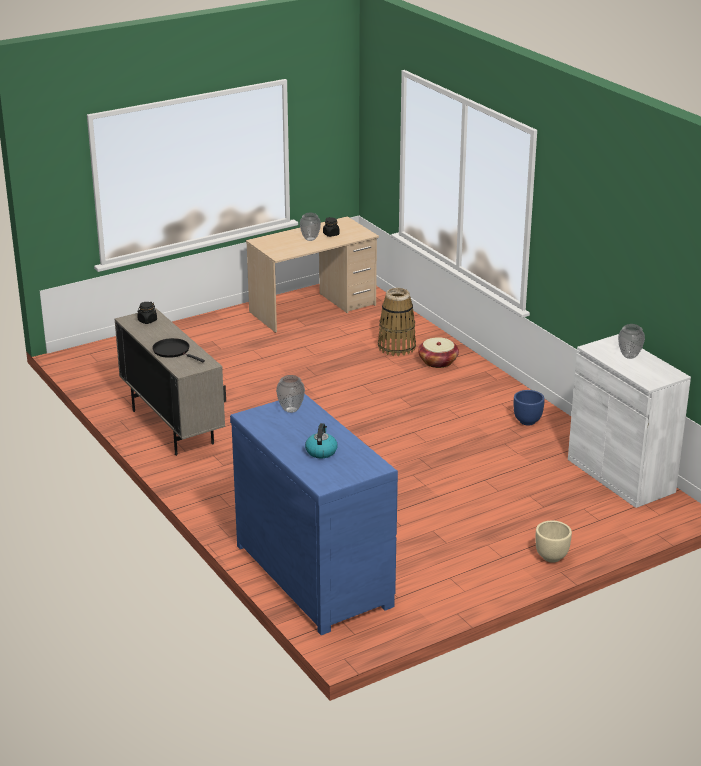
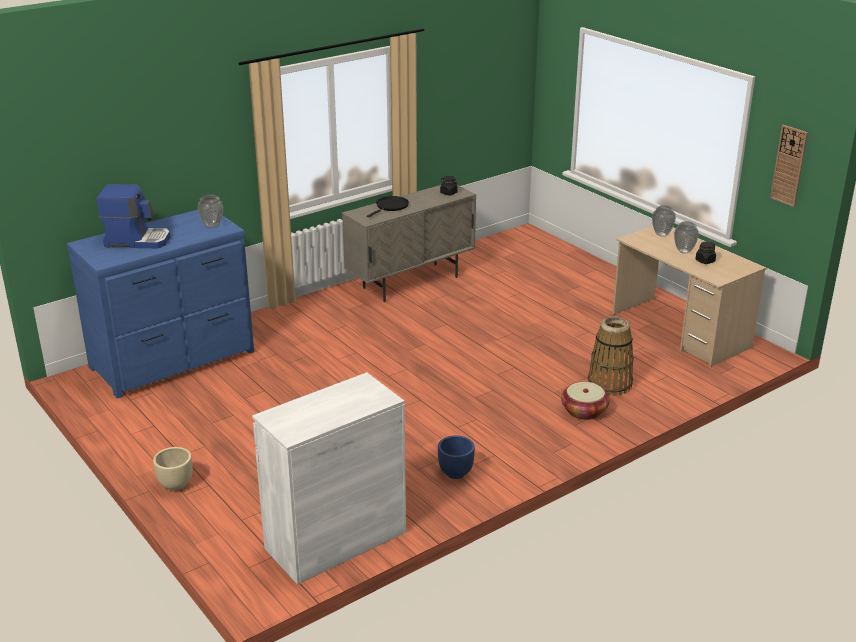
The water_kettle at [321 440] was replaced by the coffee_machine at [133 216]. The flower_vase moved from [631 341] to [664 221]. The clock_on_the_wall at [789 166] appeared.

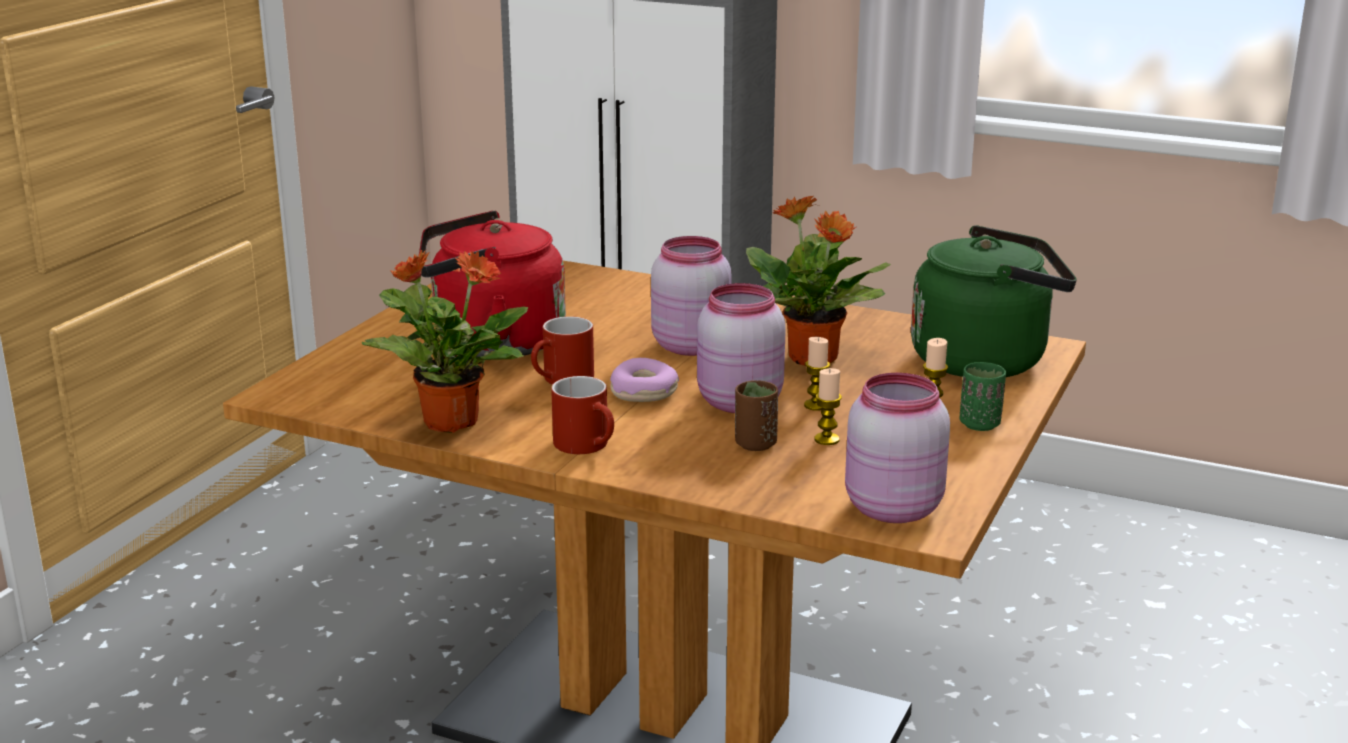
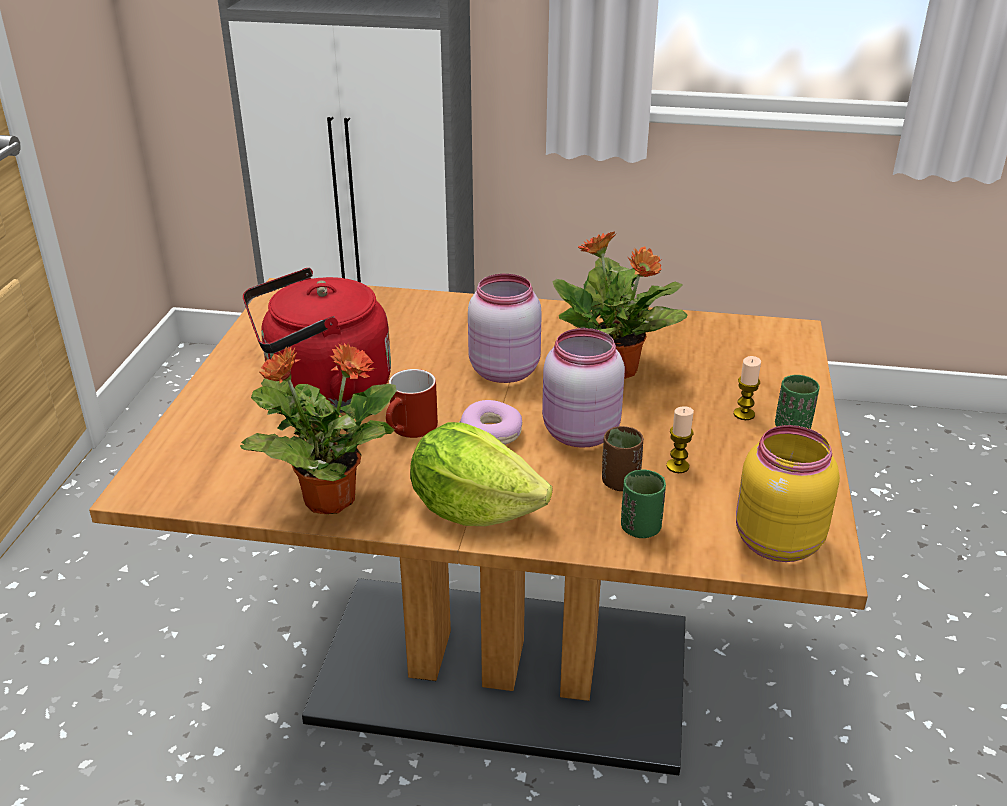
The red_tea_mug at [582 415] was replaced by the head_of_lettuce at [481 474]. The green_drinking_cup at [643 503] appeared. The pink-coloured_preserve_jar at [897 448] became the yellow-coloured_preserve_jar at [788 493]. The wax_light at [817 374] disappeared. The green_water_kettle at [994 301] disappeared.

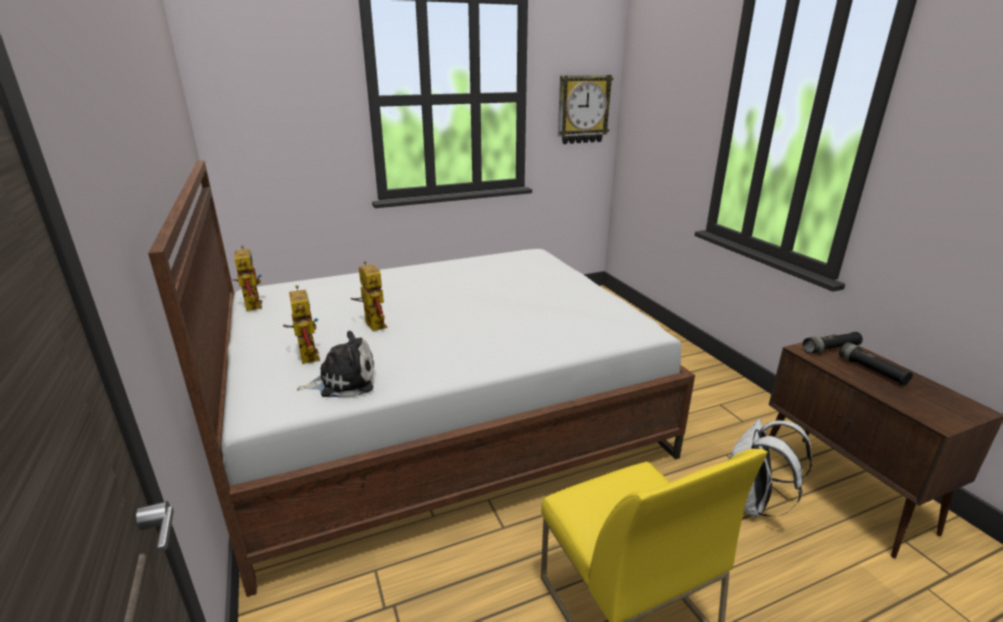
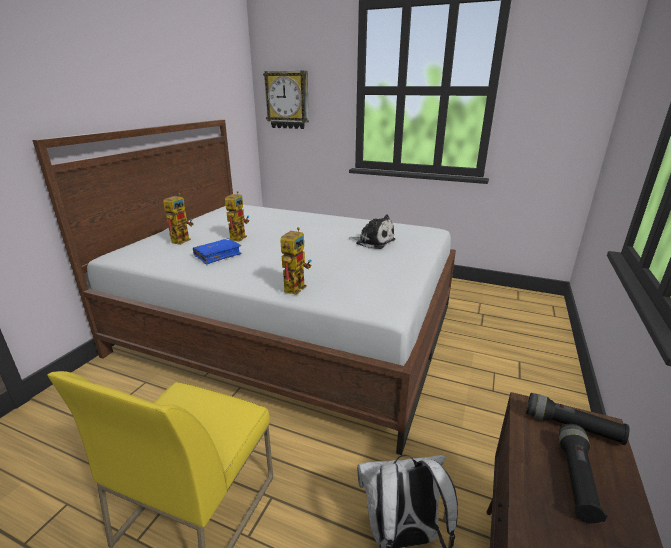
The bluish_bound_book at [217 251] appeared. The clock_on_the_wall moved from [585 109] to [286 100]. The toy_robot moved from [247 278] to [295 261]. The cuddly_toy moved from [335 364] to [372 231].

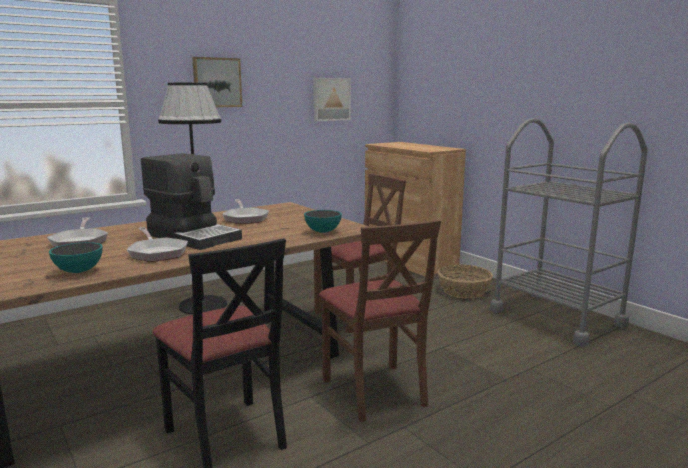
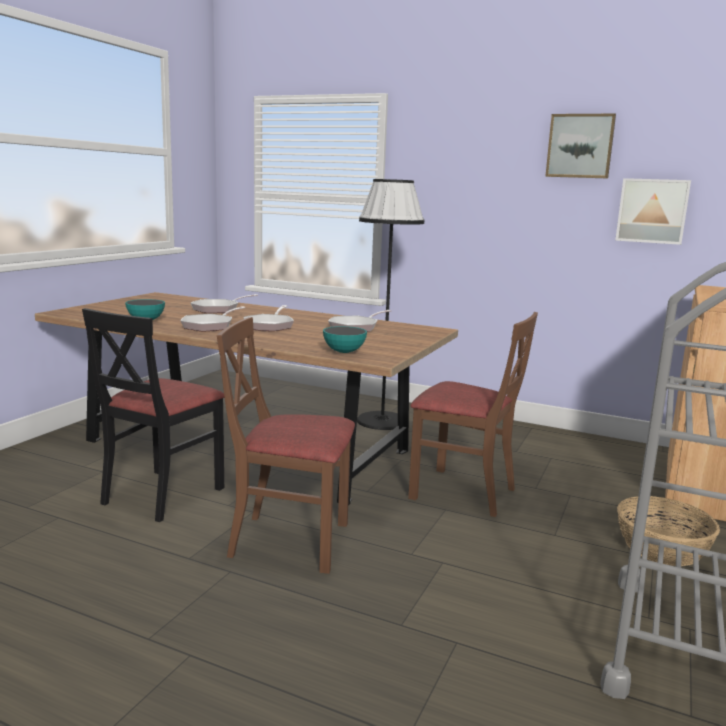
The brown-coloured_chair at [380 321] turned 60 degrees clockwise. The coffee_machine at [191 201] was replaced by the skillet at [268 318]. The wall_picture moved from [217 82] to [580 146].

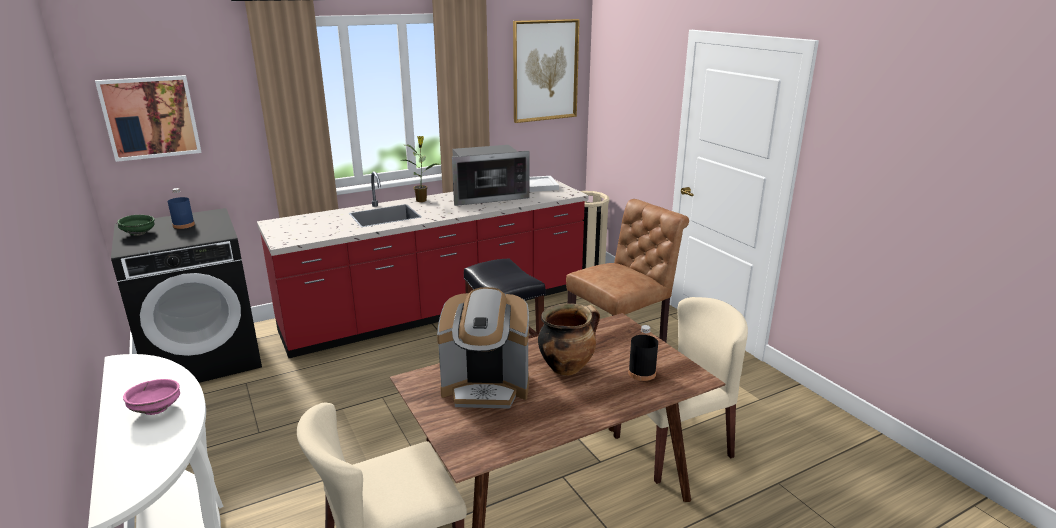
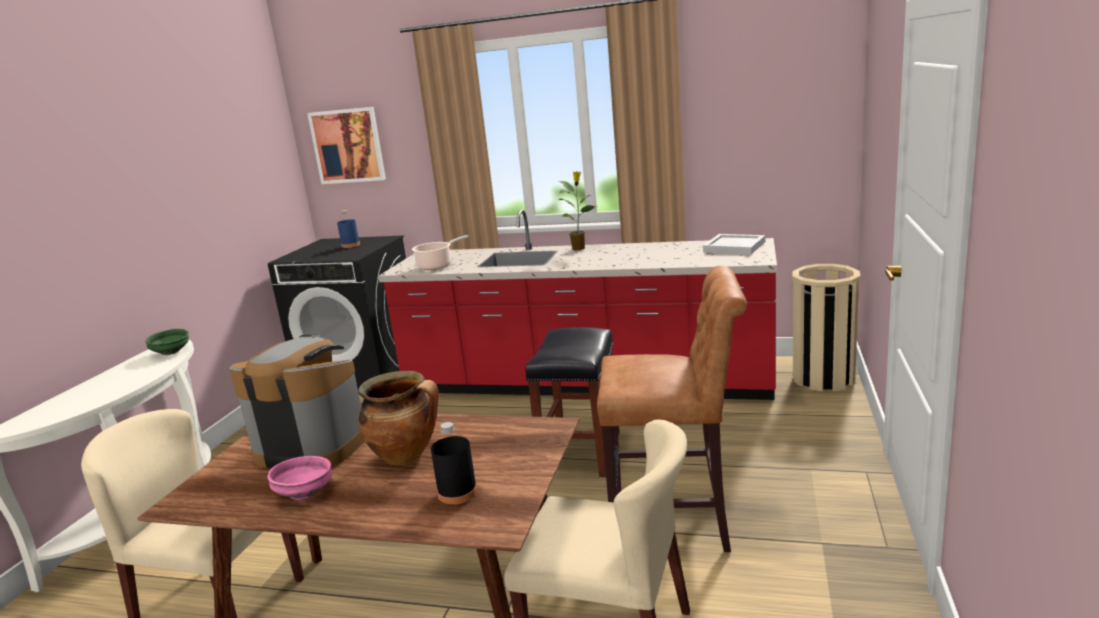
The green_deep_dish moved from [136 225] to [167 342]. The coffee_machine at [483 348] turned 150 degrees clockwise. The pink-coloured_deep_dish moved from [151 397] to [300 478]. The cooking_pot at [440 252] appeared. The kitchen_microwave at [491 175] disappeared. The wall_picture at [546 71] disappeared.

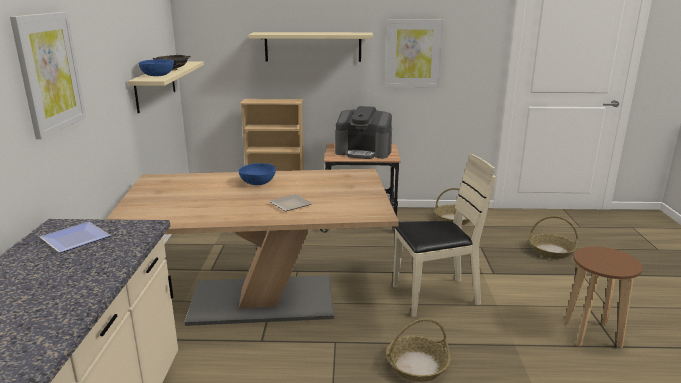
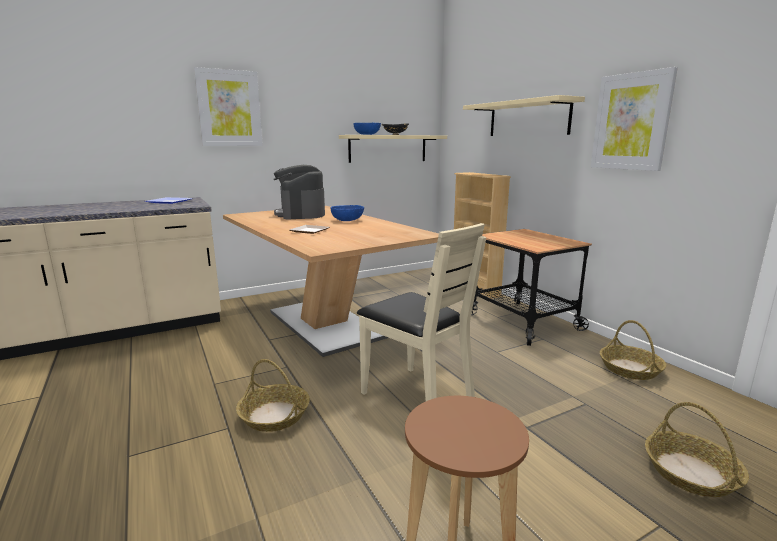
The coffee_machine moved from [363 132] to [299 192].

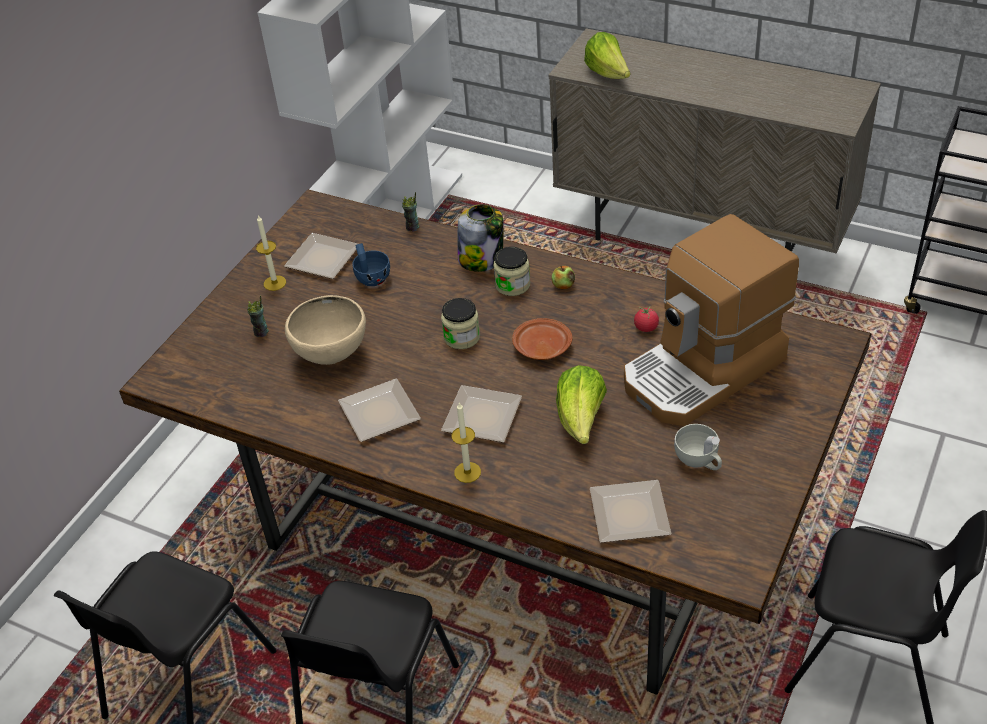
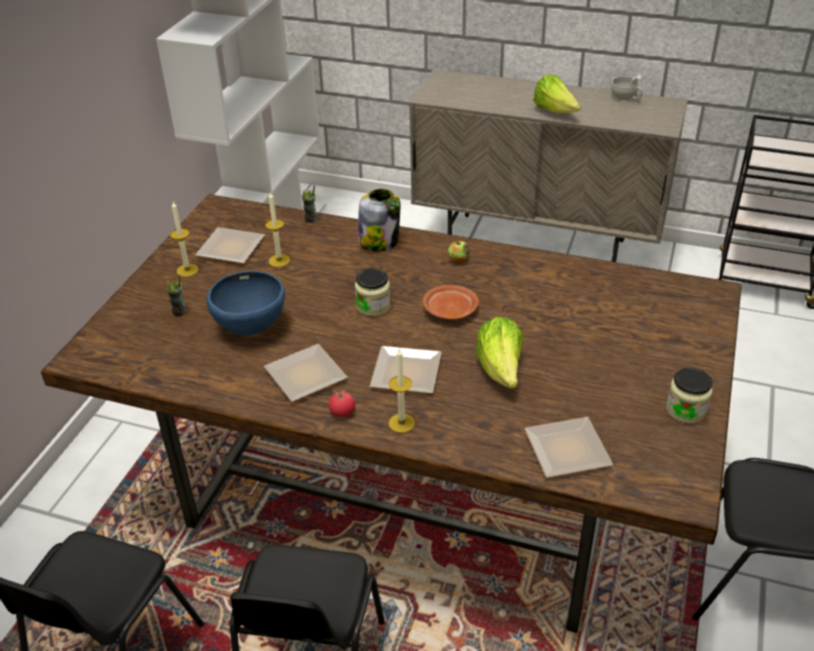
The beige_deep_dish at [325 330] became the bluish_deep_dish at [246 303]. The bluish_drinking_cup at [371 264] was replaced by the wax_light at [277 229]. The fresh_tomato moved from [646 319] to [342 403]. The head_of_lettuce moved from [607 55] to [557 94]. The white-coloured_drinking_cup moved from [698 447] to [627 87]. The preserve_jar moved from [511 271] to [689 395]. The coffee_machine at [711 320] disappeared.

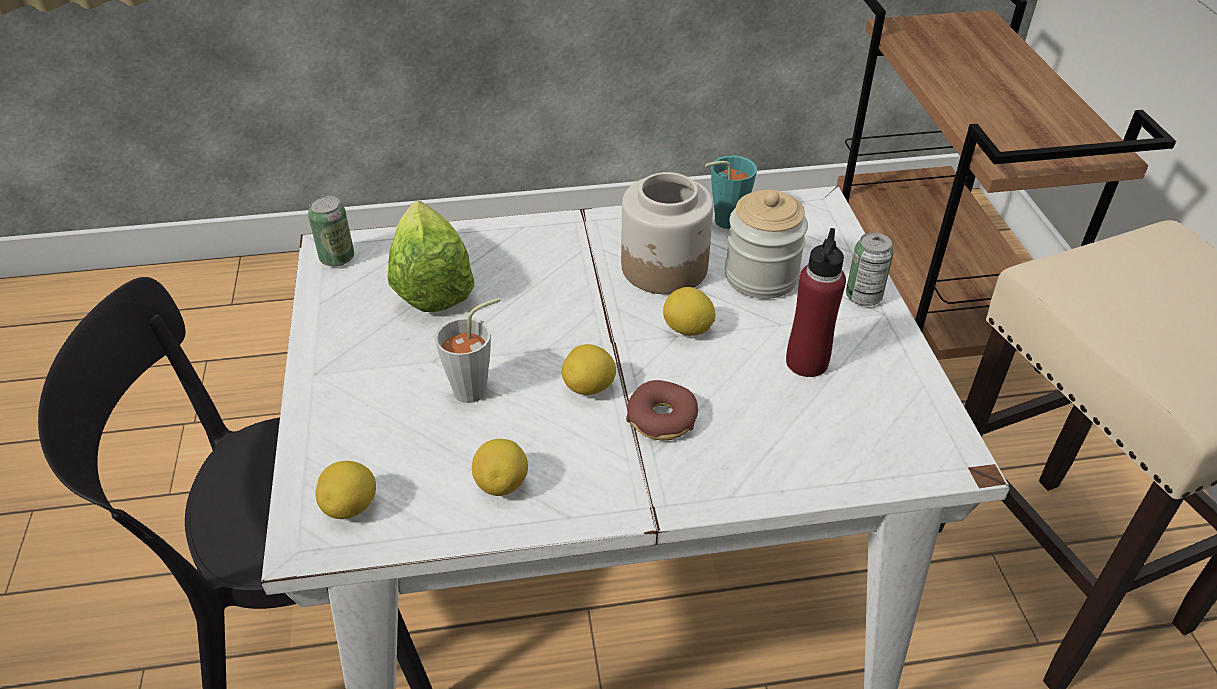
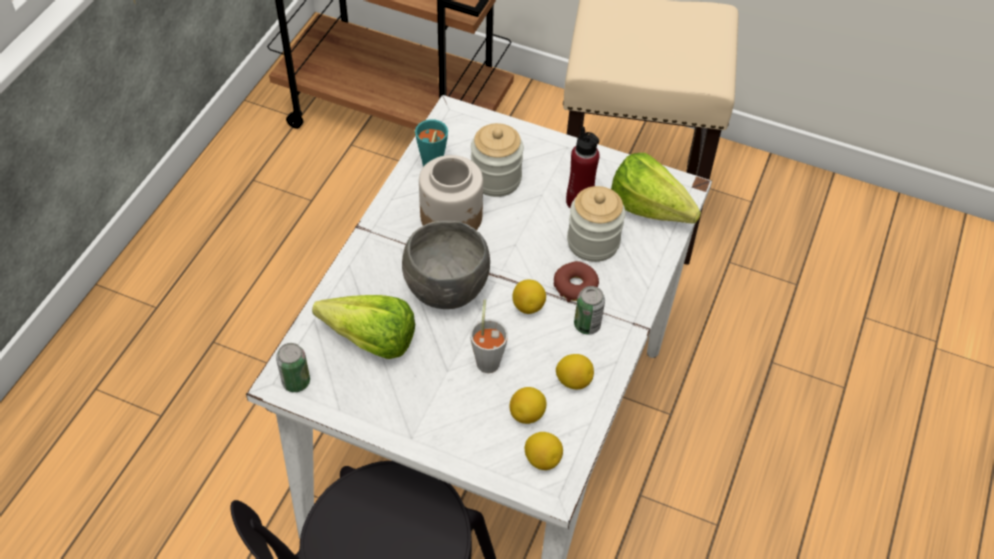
The grey_deep_dish at [446 265] appeared. The whole_lemon moved from [689 311] to [528 405]. The preserve_jar at [596 224] appeared. The can moved from [870 269] to [589 310]. The head_of_lettuce at [656 188] appeared.

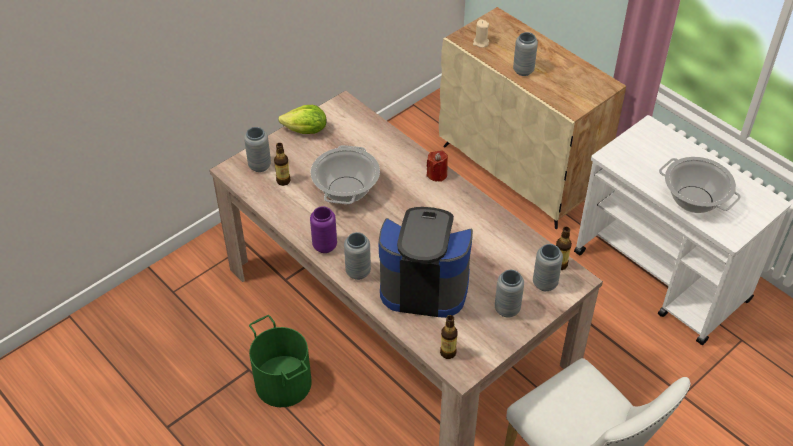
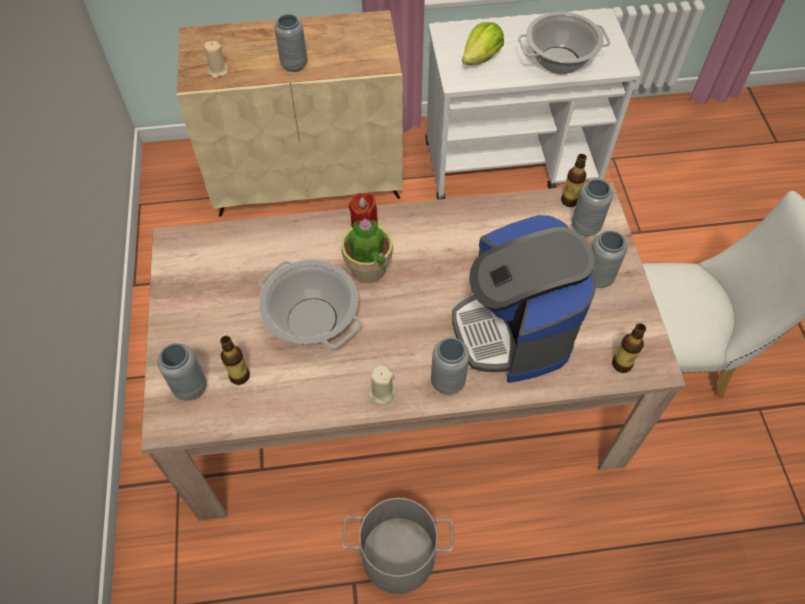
The houseplant at [367 251] appeared. The green_pail at [280 361] became the grey_pail at [397 546]. The purple-coloured_flower_vase at [323 229] was replaced by the beige_wax_light at [382 385]. The coffee_machine at [425 262] turned 60 degrees counterclockwise. The head_of_lettuce moved from [302 119] to [483 43].

